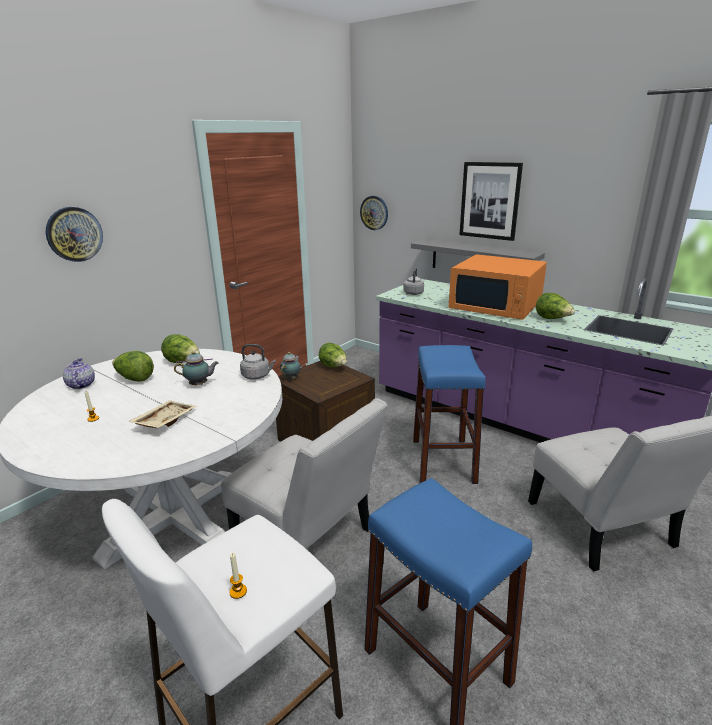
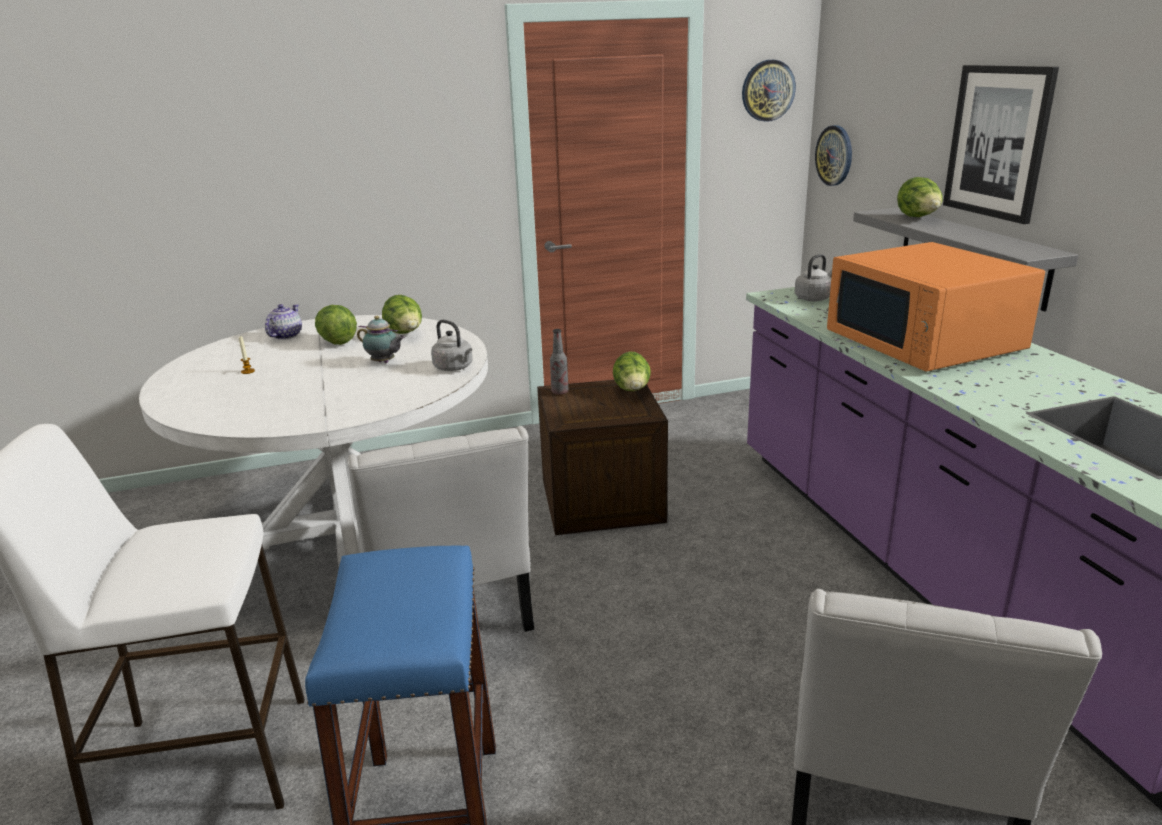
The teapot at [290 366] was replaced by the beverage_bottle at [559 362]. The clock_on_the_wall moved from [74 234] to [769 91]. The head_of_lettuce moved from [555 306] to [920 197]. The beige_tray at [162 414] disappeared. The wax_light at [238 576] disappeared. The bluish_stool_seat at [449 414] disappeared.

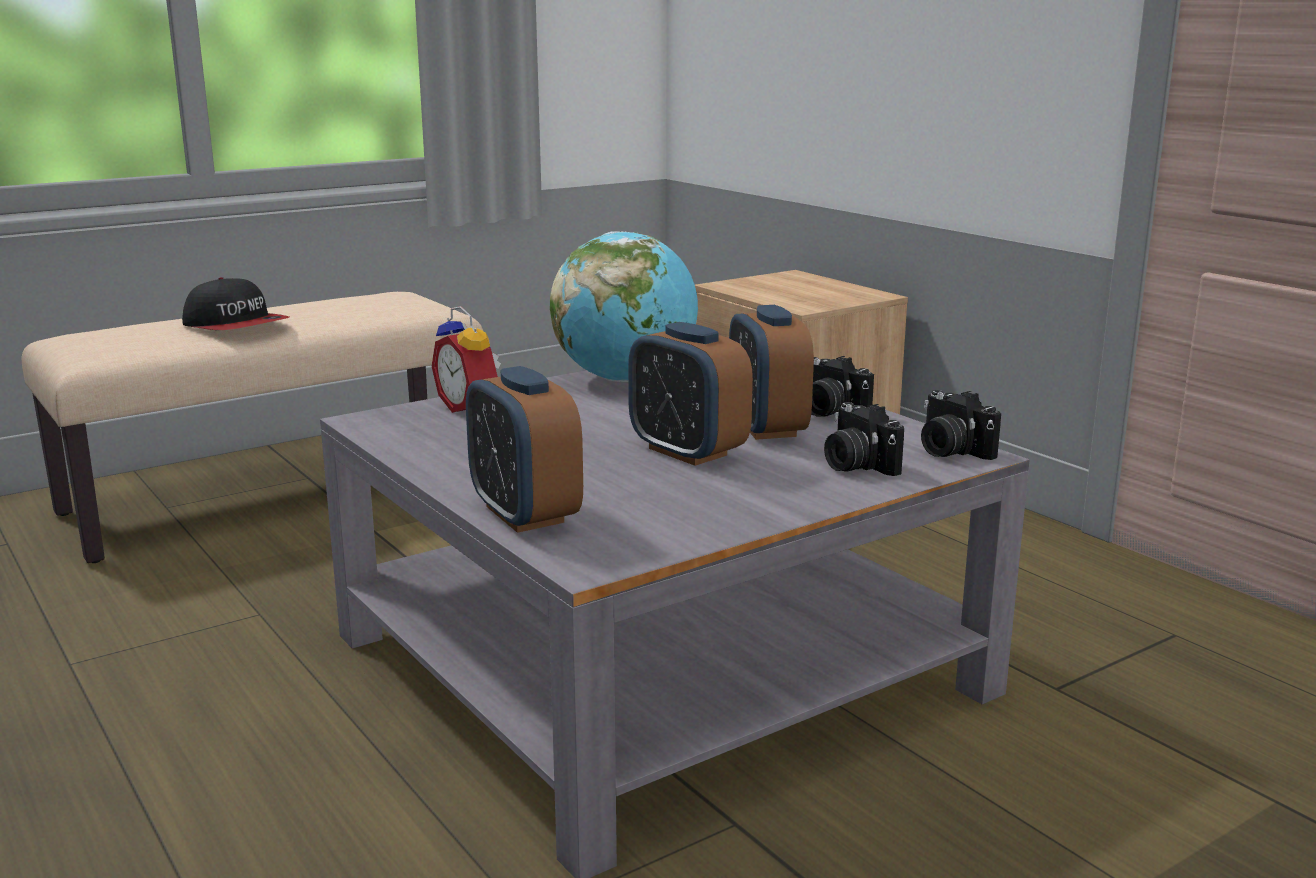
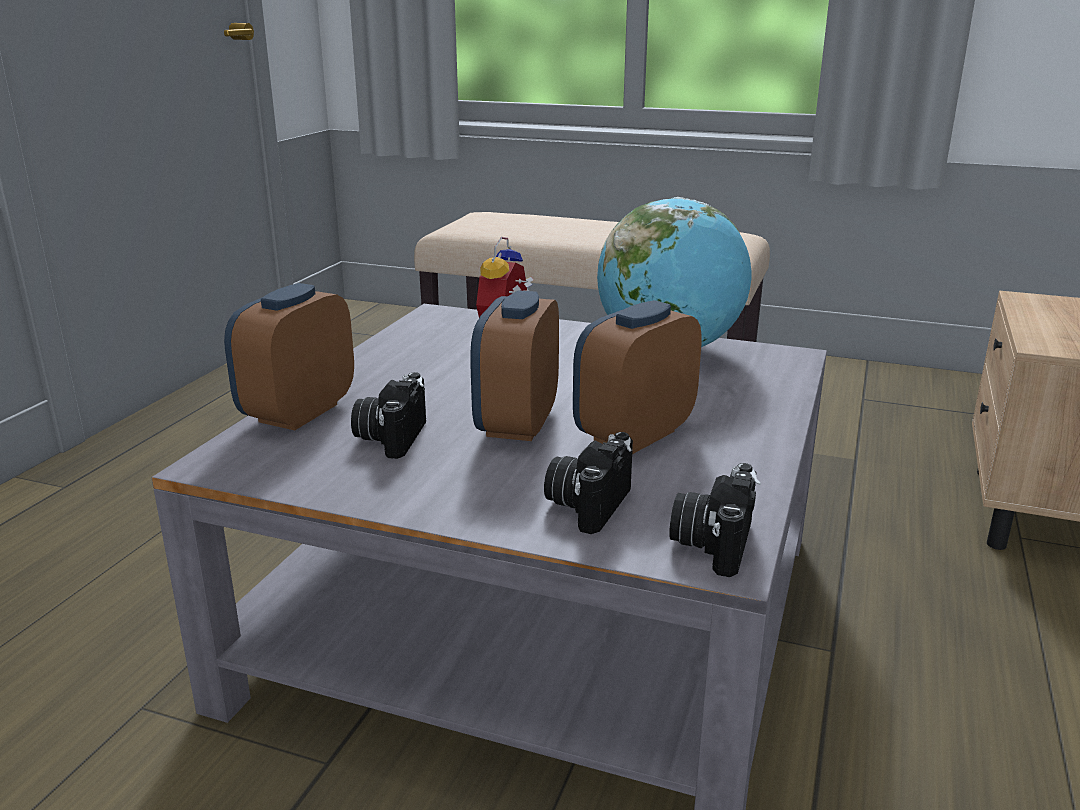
The photo_camera moved from [842 386] to [388 415]. The cap at [235 303] disappeared.

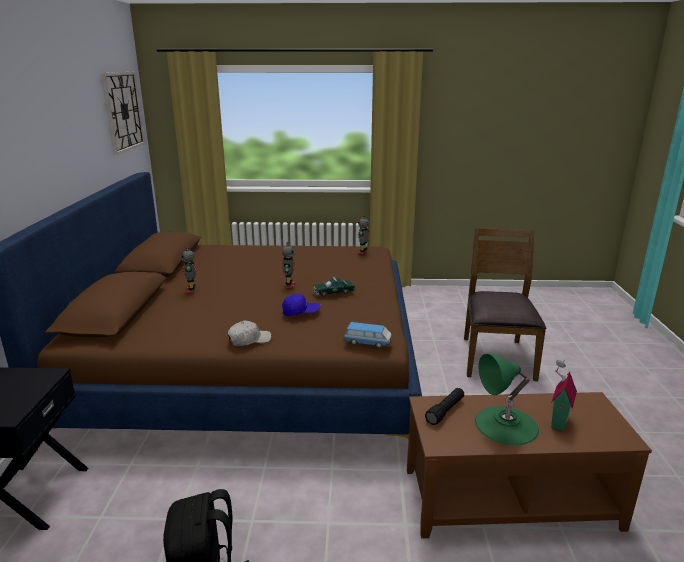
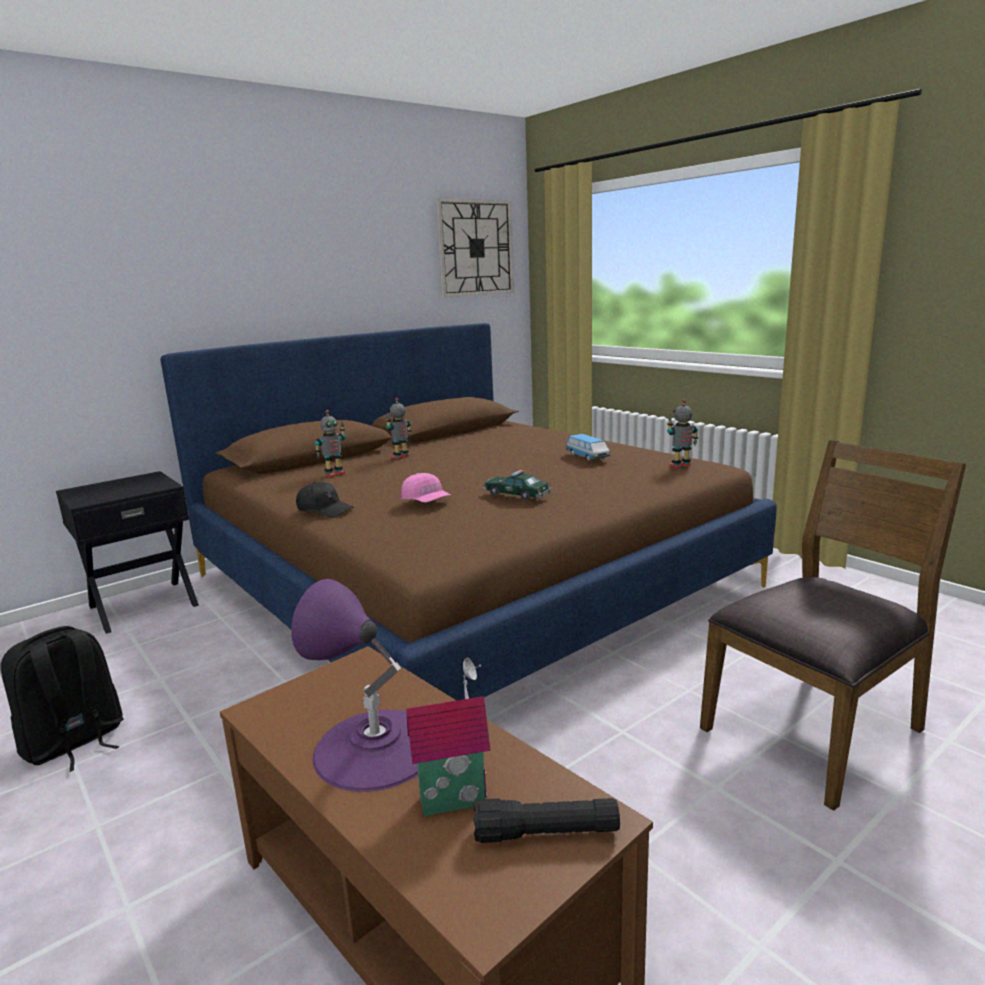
The green_table_lamp at [507 399] became the purple-coloured_table_lamp at [354 685]. The white-coloured_cap at [249 333] became the black_cap at [325 499]. The toy_robot moved from [288 265] to [330 444]. The bluish_cap at [301 305] became the pink-coloured_cap at [426 487]. The black_torch moved from [444 406] to [546 820]. The toy_car moved from [367 335] to [588 448].

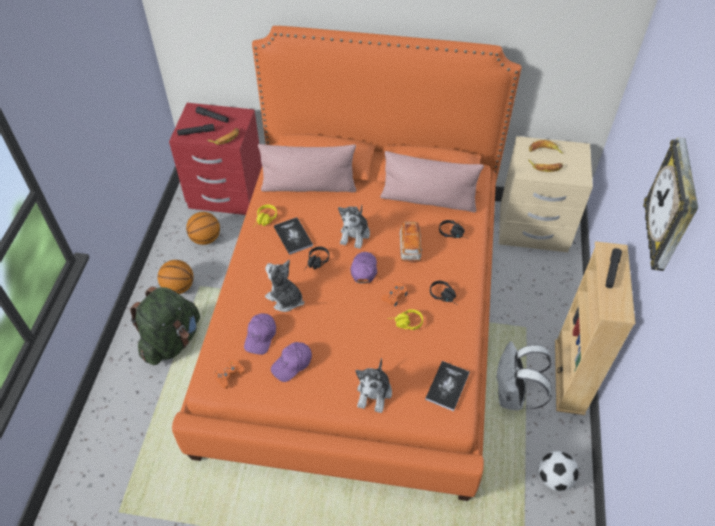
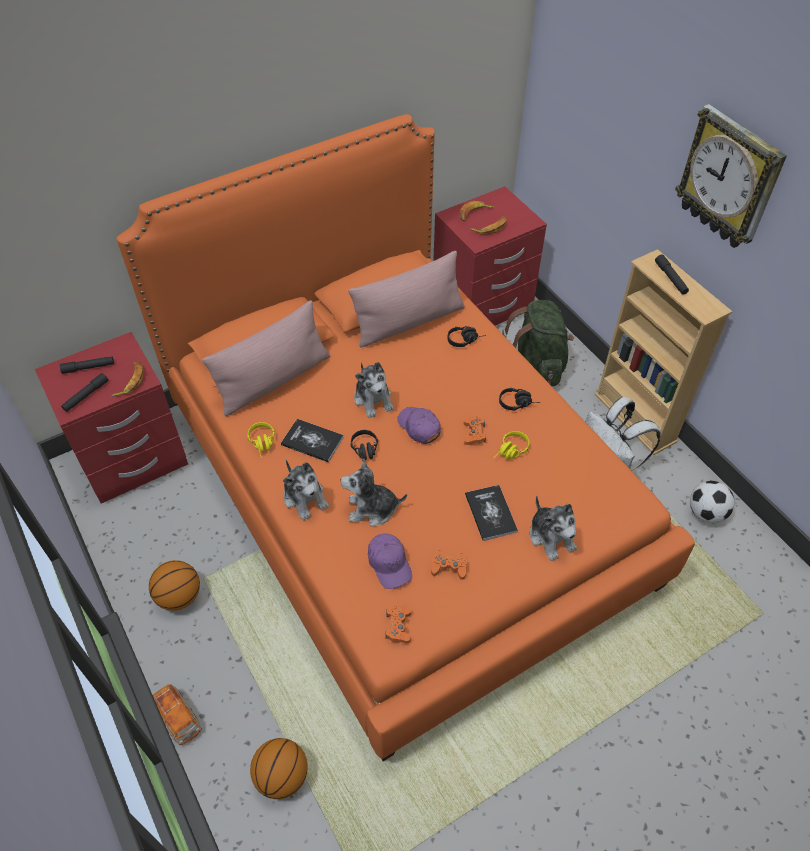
The toy_car moved from [411 242] to [177 714]. The ball_for_basketball moved from [203 228] to [279 768]. The cuddly_toy at [306 490] appeared. The purple-coloured_cap at [291 362] was replaced by the orange-coloured_joypad at [449 565]. The beige_nightstand at [546 194] became the red_nightstand at [490 256]. The bound_book moved from [447 386] to [491 513]. The green_backpack moved from [165 325] to [538 343].

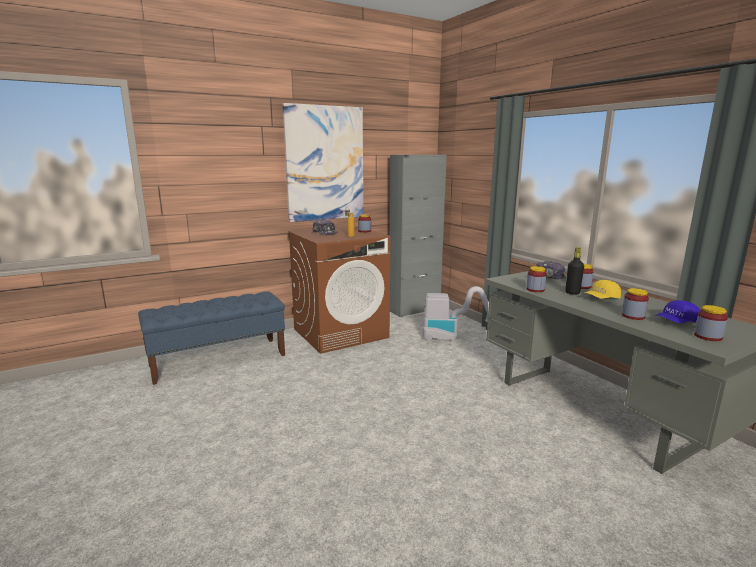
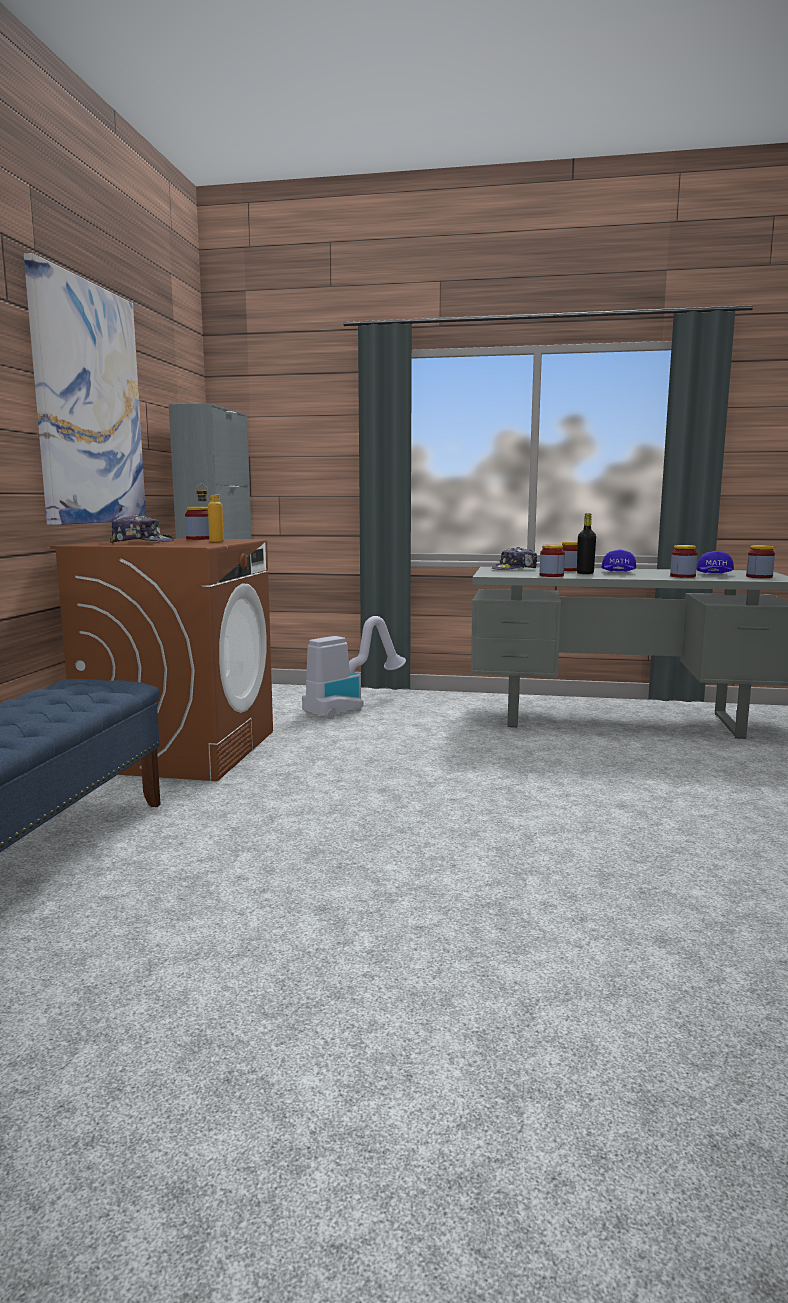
The yellow-coloured_cap at [602 289] became the bluish_cap at [618 560].

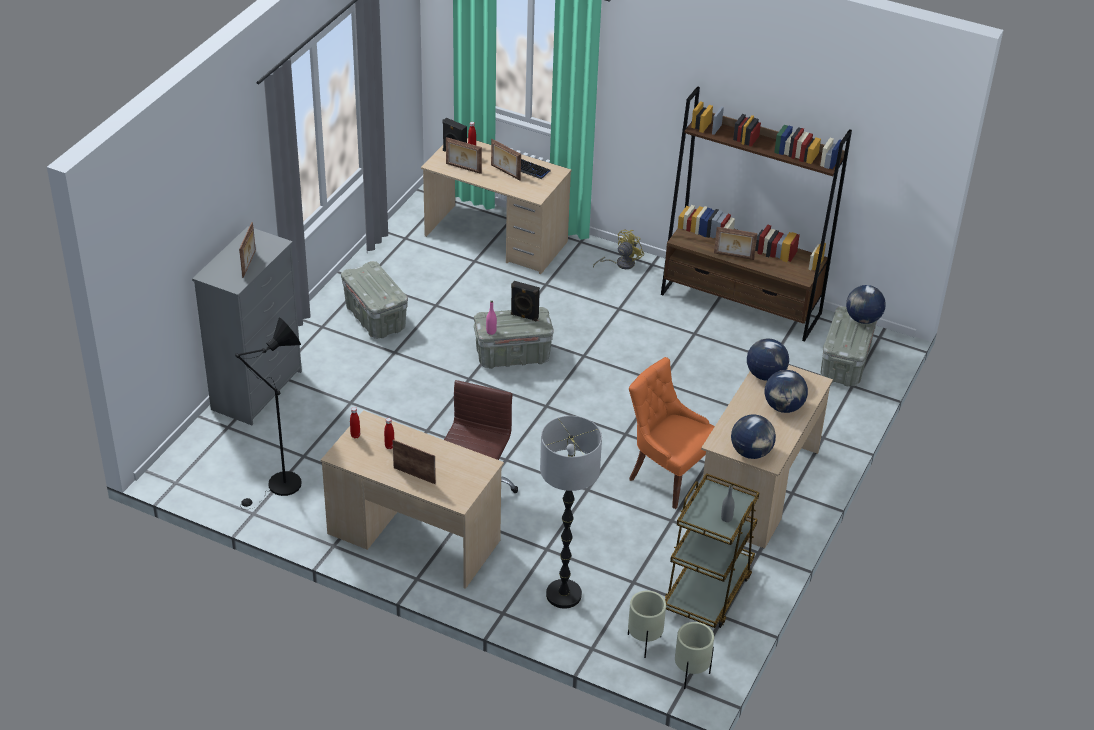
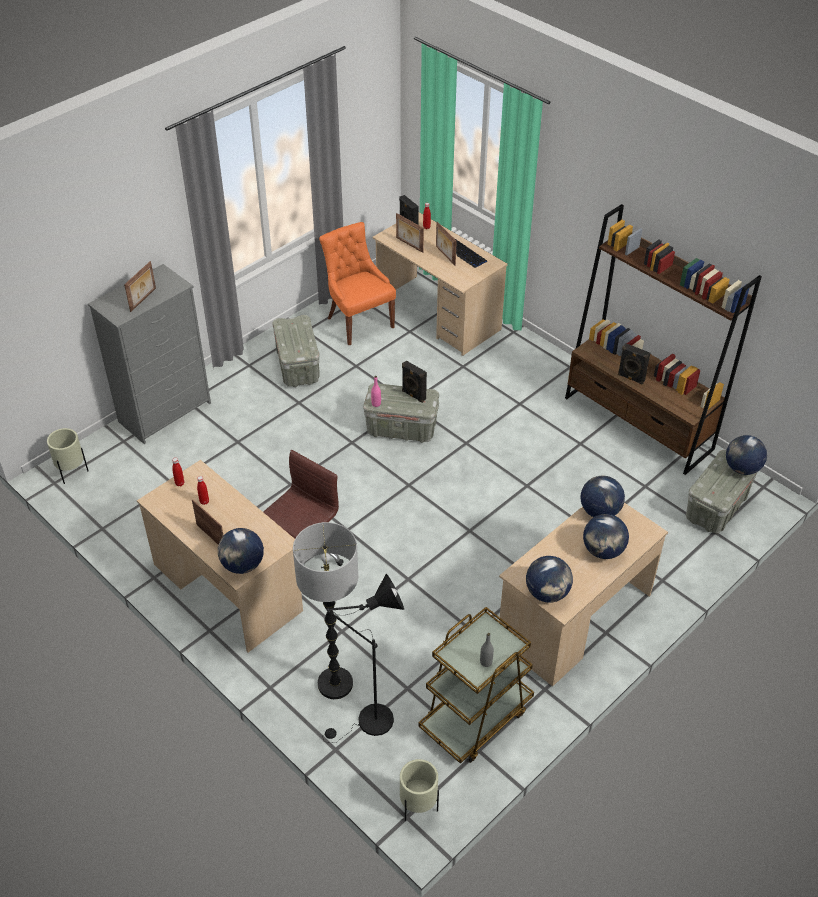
The beige_flower_pot moved from [647 624] to [67 456]. The globe at [241 551] appeared. The orange-coloured_chair moved from [672 433] to [357 284]. The black_standing_lamp moved from [268 414] to [363 658]. The standing_frame at [735 243] was replaced by the black_speaker at [634 364]. The yellow-coloured_cooling_fan at [618 249] disappeared.

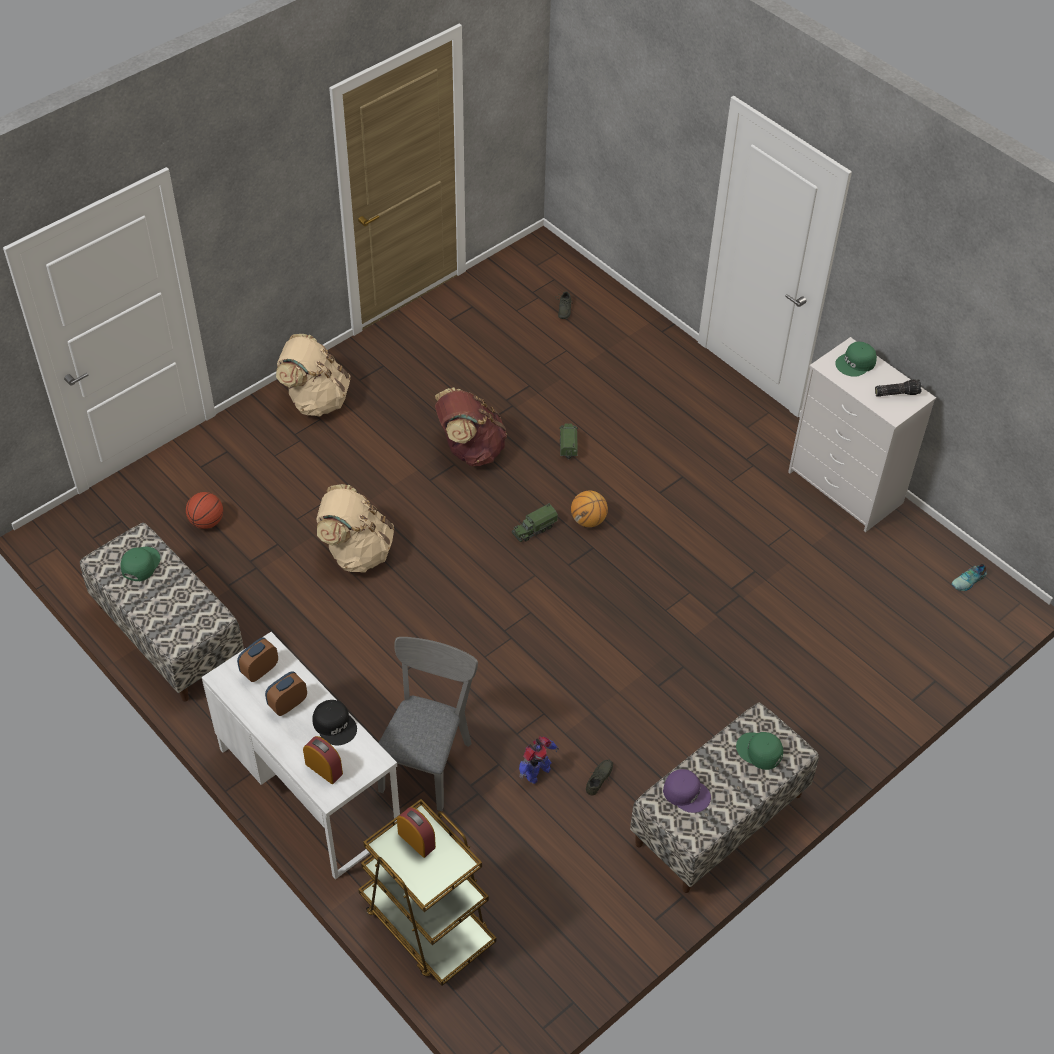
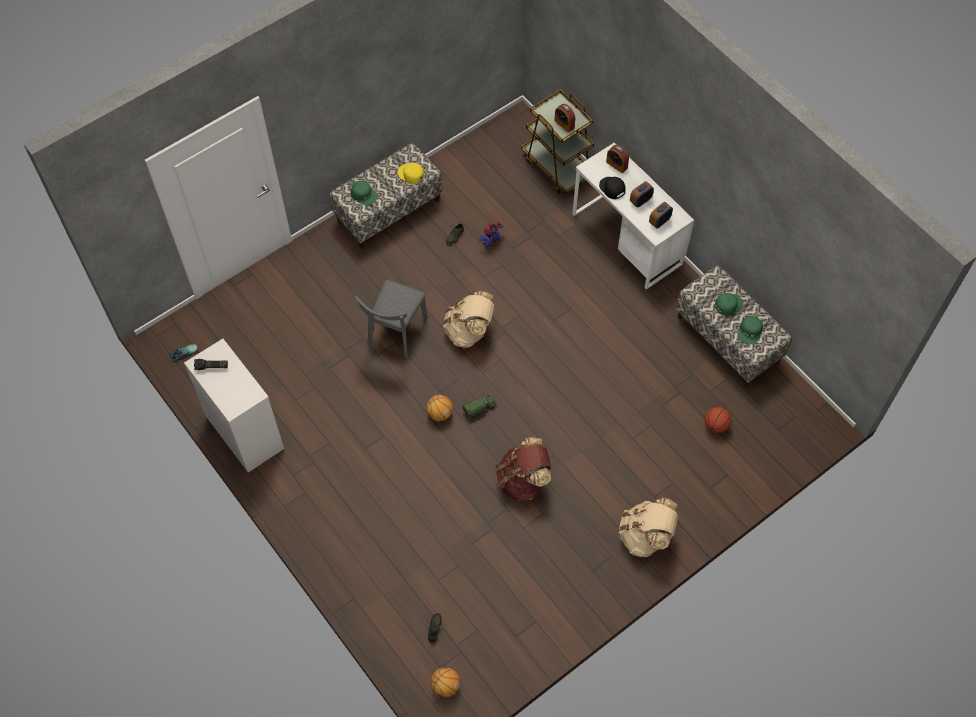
The grey_chair moved from [428 724] to [391 319]. The purple-coloured_cap at [687 791] became the yellow-coloured_cap at [411 173]. The ball_for_basketball at [445 682] appeared. The beige_backpack moved from [355 528] to [468 319]. The green_cap moved from [856 359] to [729 304]. The toy_lorry at [568 441] disappeared.

